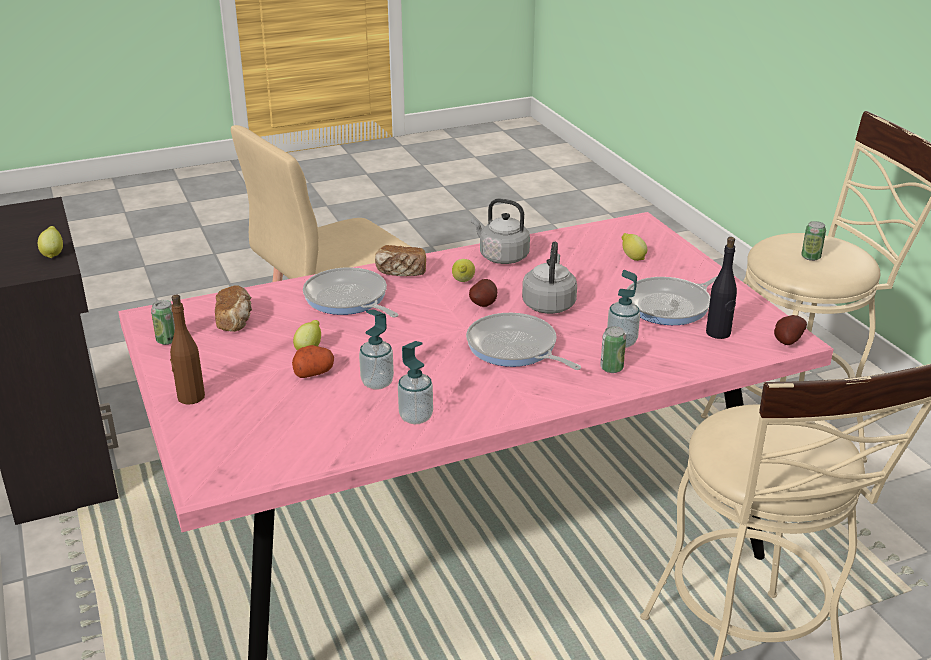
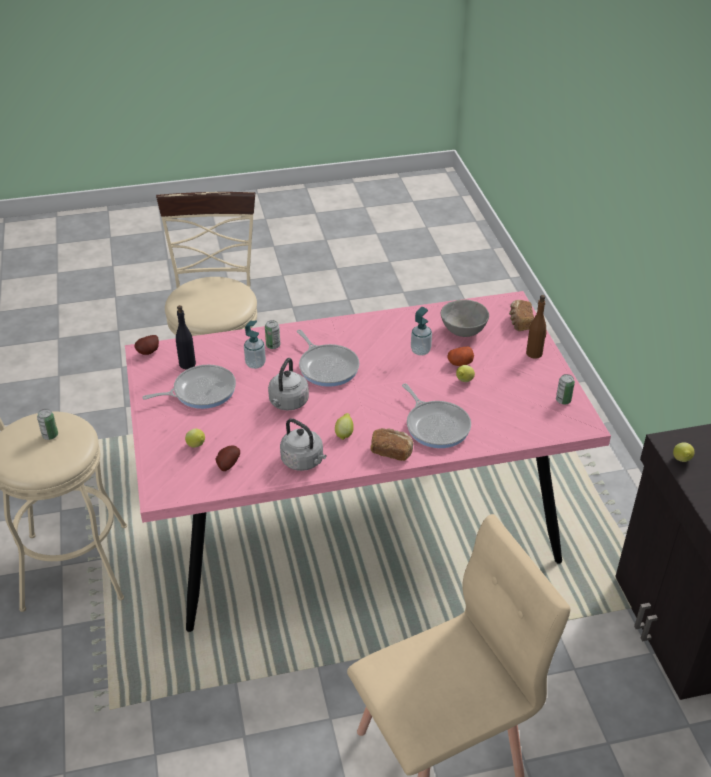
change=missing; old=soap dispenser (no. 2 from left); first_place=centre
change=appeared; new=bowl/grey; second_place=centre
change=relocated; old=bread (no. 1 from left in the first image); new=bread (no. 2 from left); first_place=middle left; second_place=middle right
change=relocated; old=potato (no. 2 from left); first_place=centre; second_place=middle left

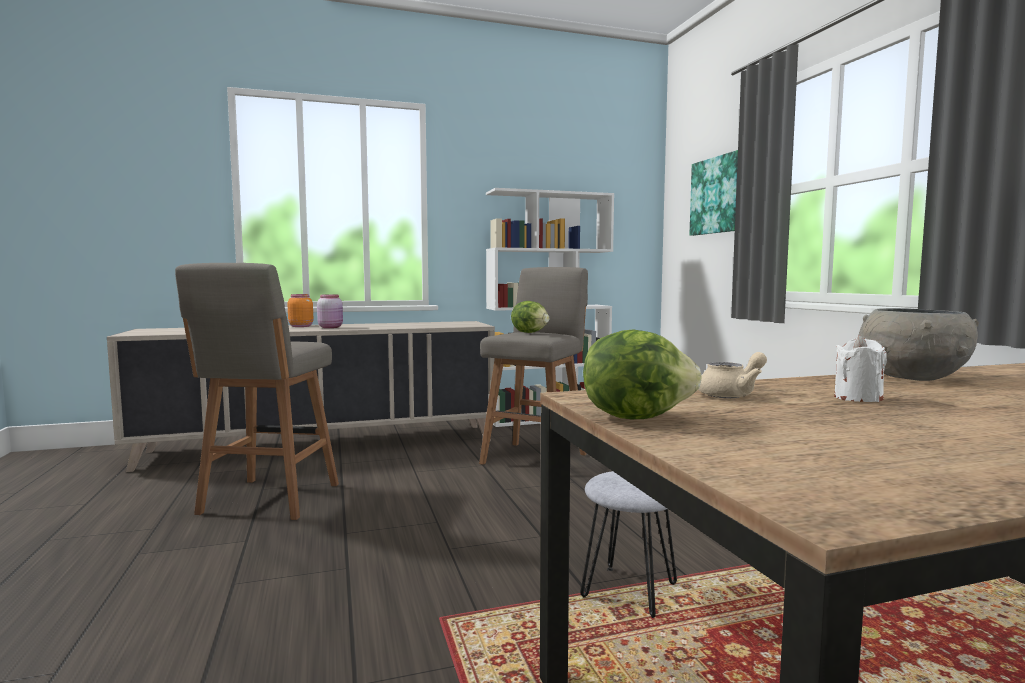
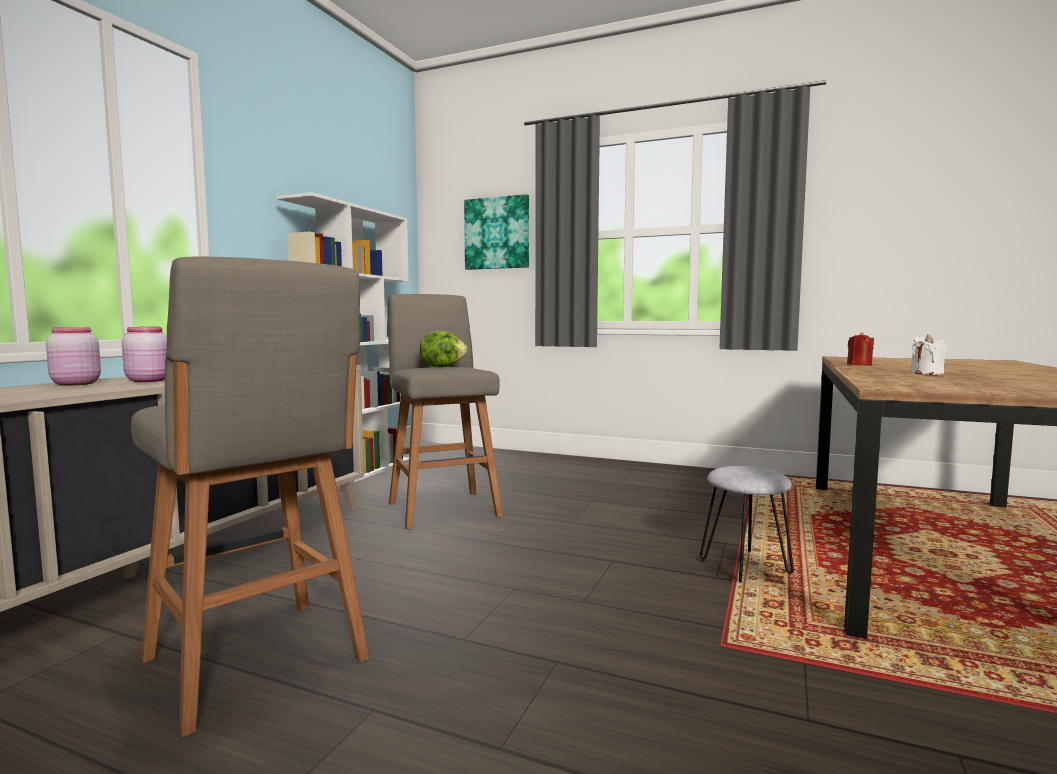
change=missing; old=lettuce (no. 2 from left); first_place=centre
change=missing; old=teapot/beige; first_place=middle right
change=exchanged; old=bowl/grey; new=candle/red; first_place=middle right; second_place=middle right
change=colour; old=jar/orange; new=jar/pink (no. 1 from left); first_place=middle left; second_place=middle left

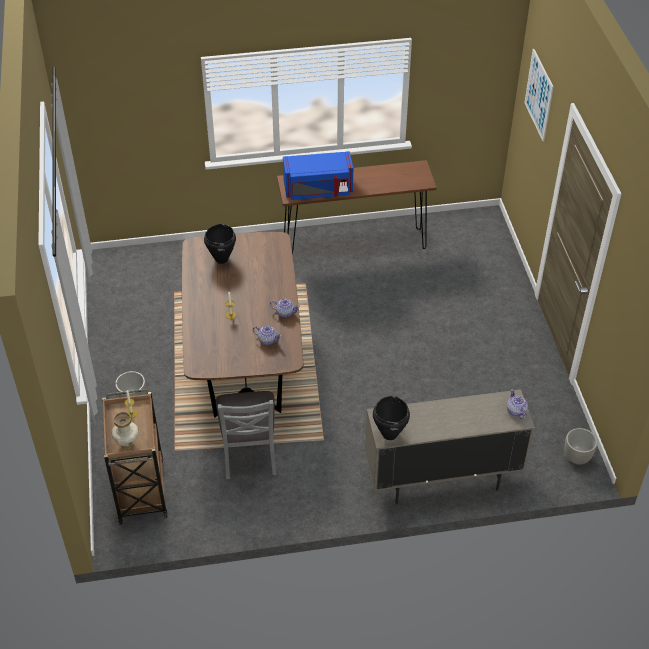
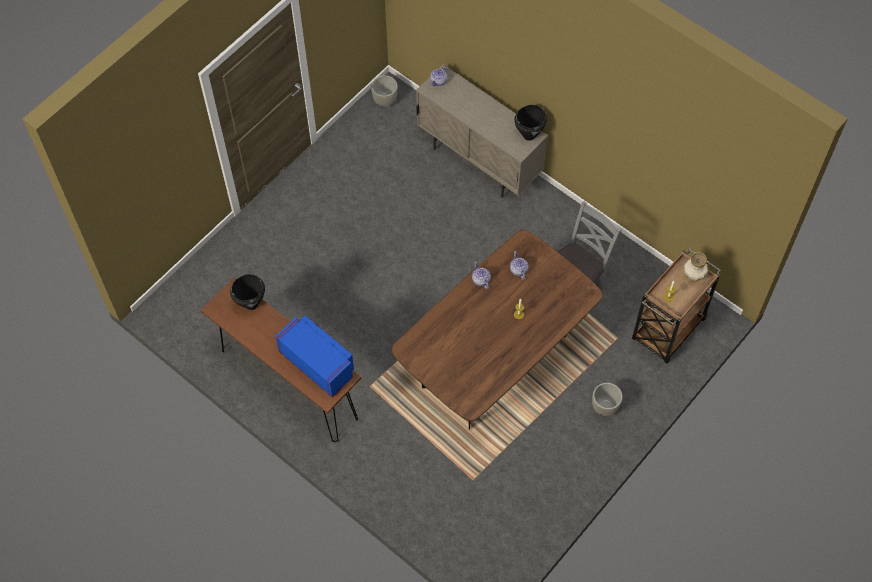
change=missing; old=picture; first_place=top right
change=relocated; old=cooking pot/black (no. 1 from left); first_place=centre; second_place=middle left

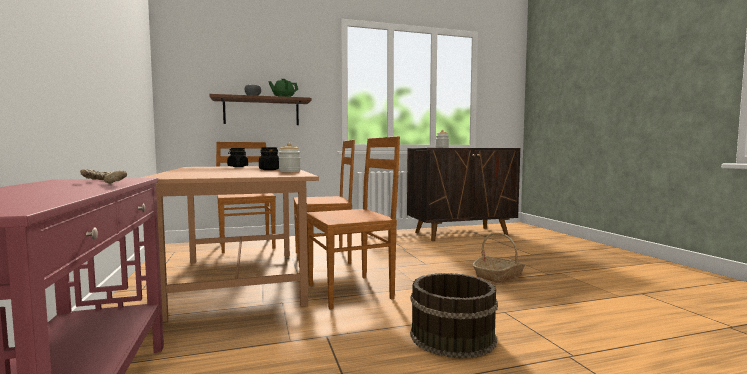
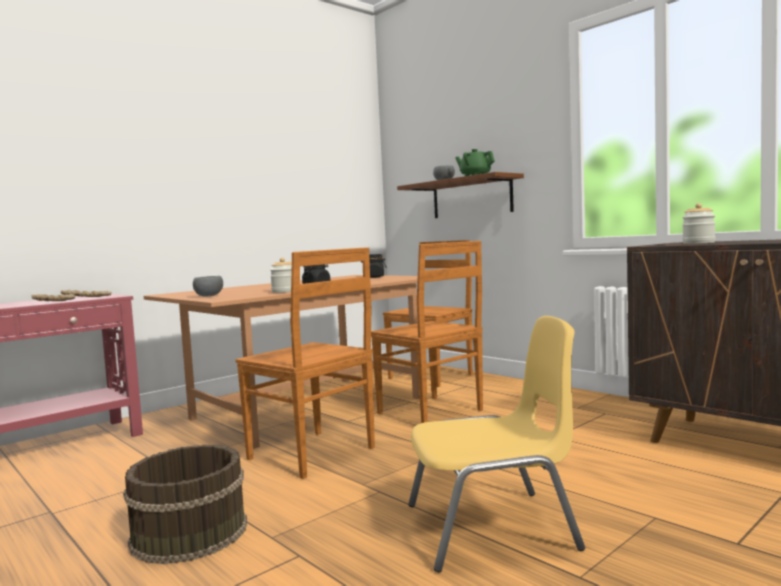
change=appeared; new=bowl/grey (no. 1 from left); second_place=middle left
change=exchanged; old=basket; new=chair/yellow; first_place=bottom right; second_place=bottom centre

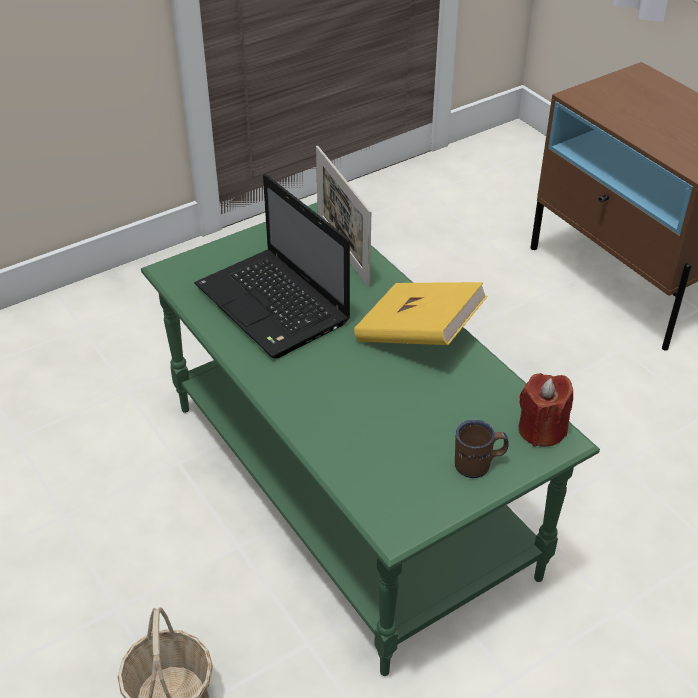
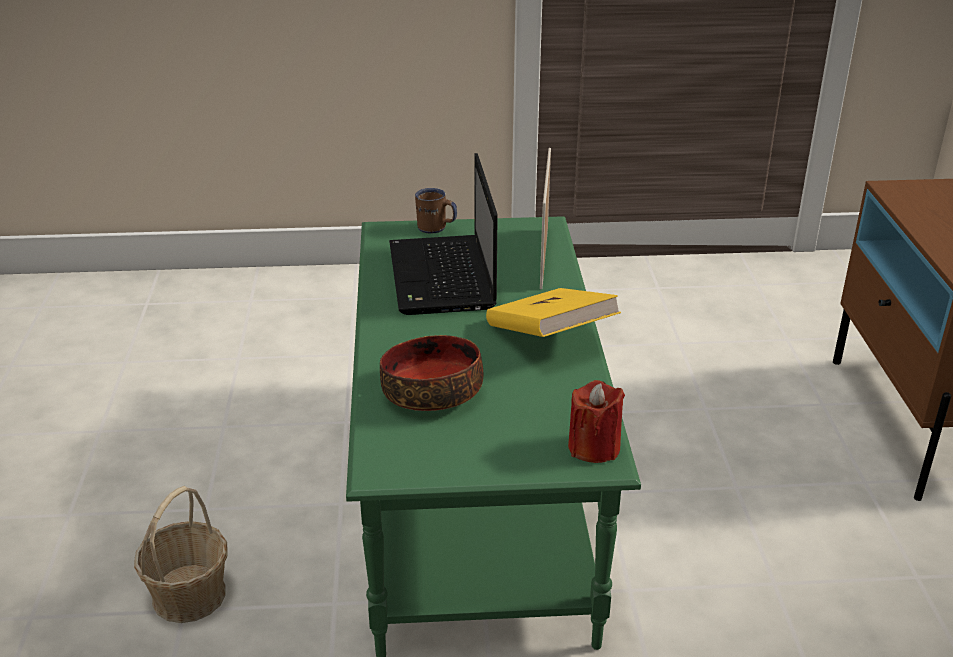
change=appeared; new=bowl; second_place=centre
change=relocated; old=mug/brown; first_place=middle right; second_place=top centre

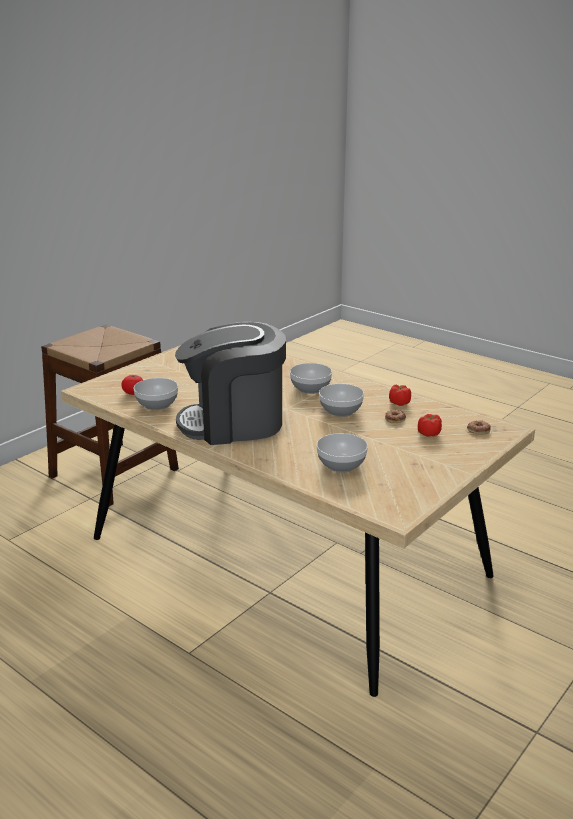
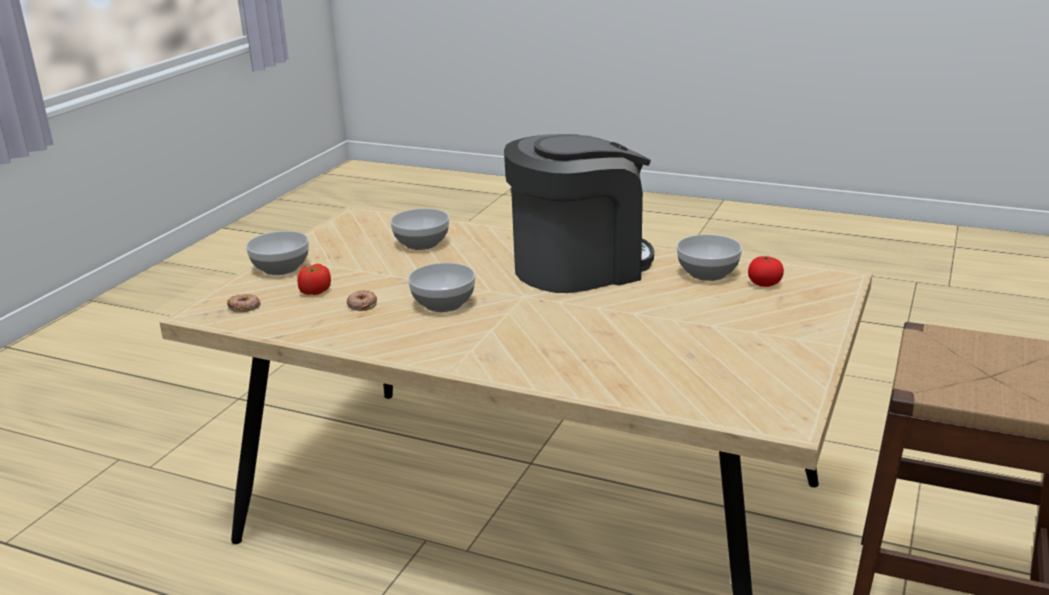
change=missing; old=tomato (no. 2 from left); first_place=middle right
change=relocated; old=bowl (no. 2 from left in the first image); new=bowl (no. 1 from left); first_place=centre; second_place=middle left

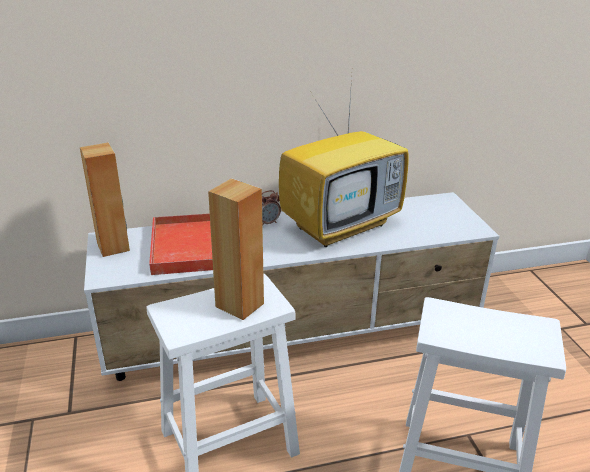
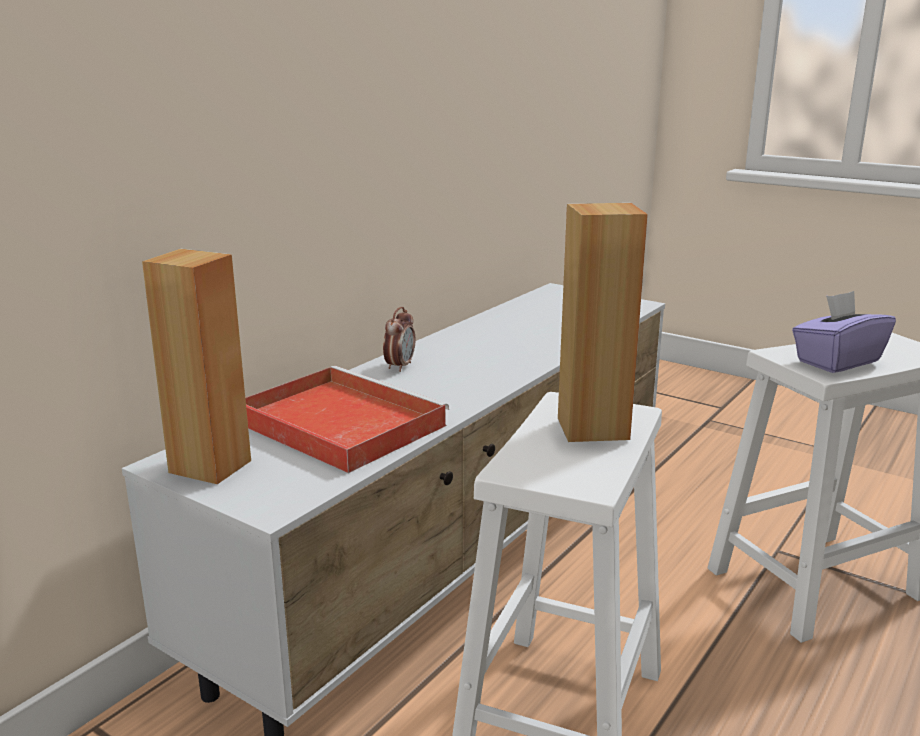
change=missing; old=television; first_place=centre
change=appeared; new=tissue box/purple; second_place=middle right

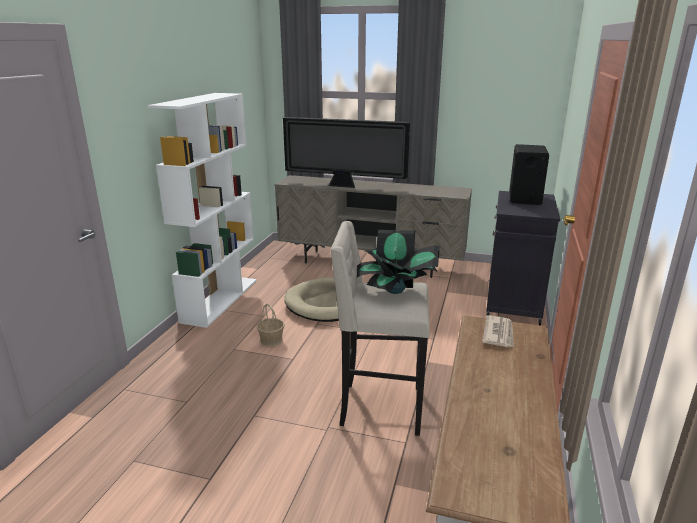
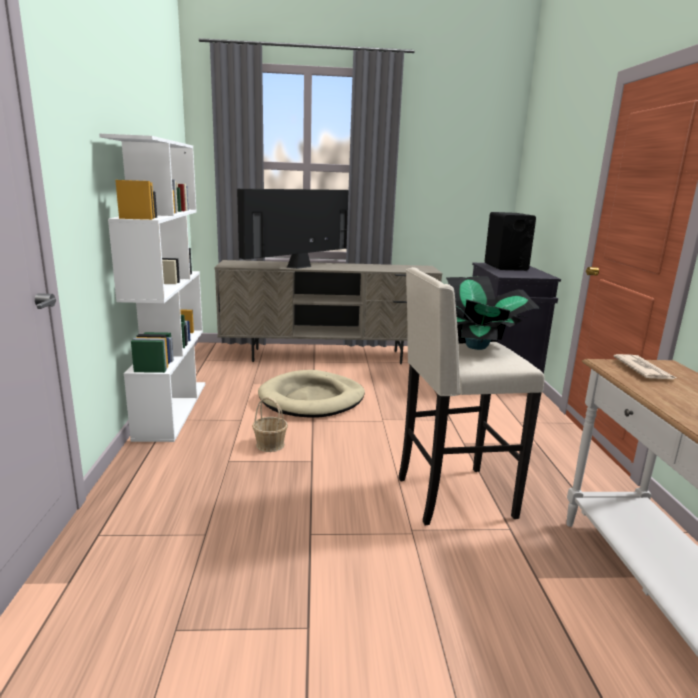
change=spun; old=television; first_place=top centre; second_place=top centre; degrees=135

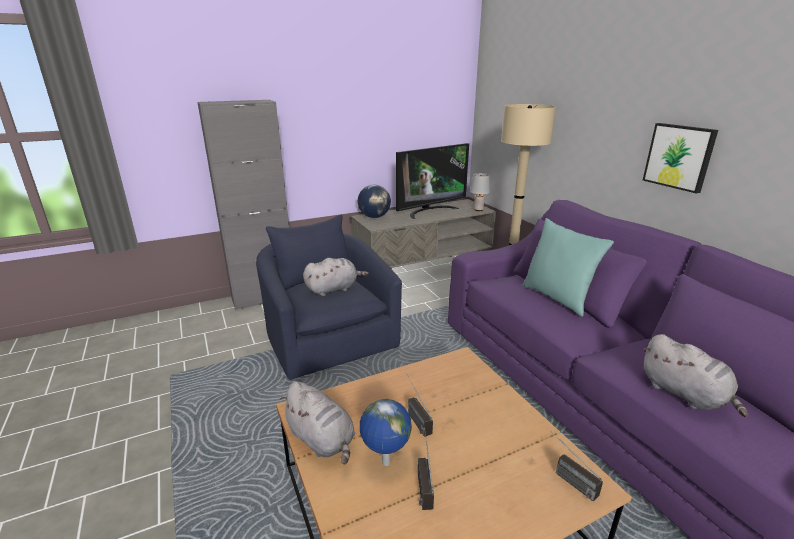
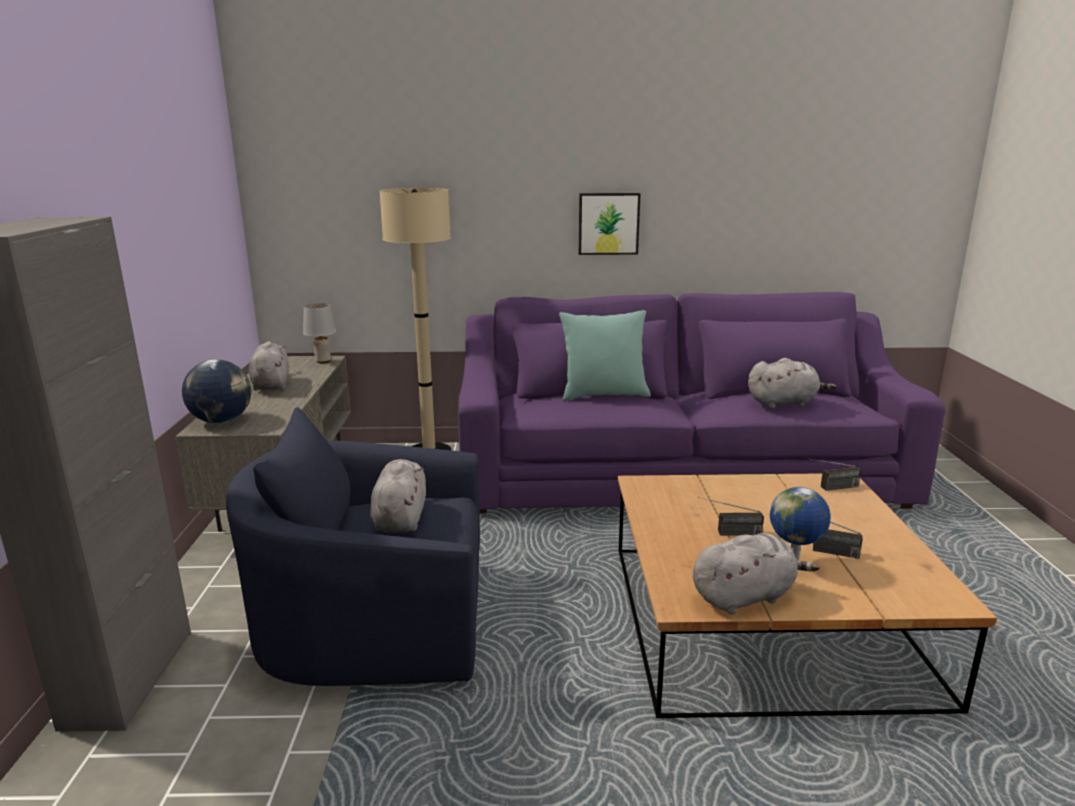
change=exchanged; old=television; new=plush toy/grey (no. 1 from left); first_place=centre; second_place=middle left

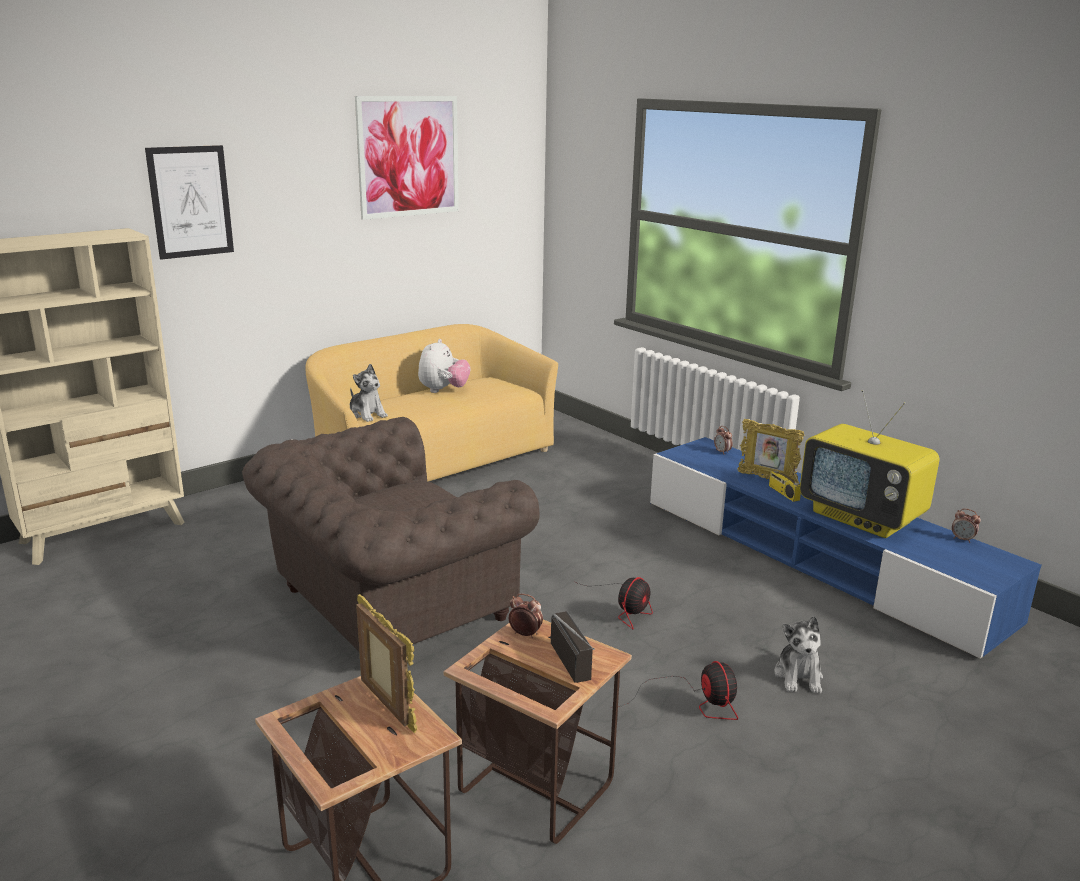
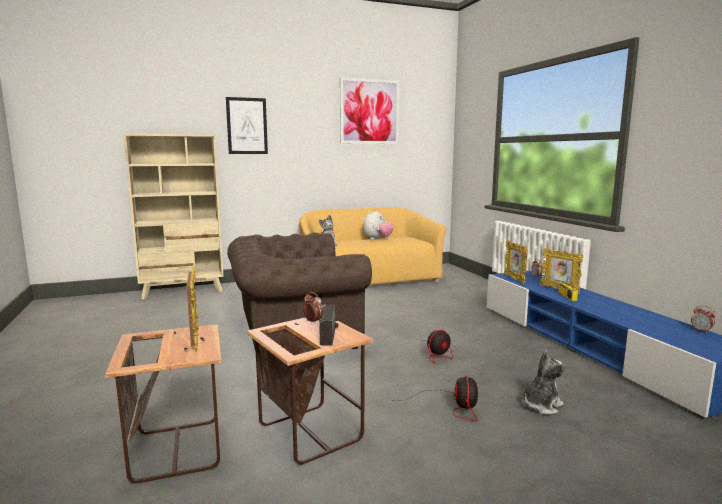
change=missing; old=television; first_place=middle right
change=appeared; new=picture frame (no. 2 from left); second_place=middle right
change=spun; old=plush toy (no. 3 from left); first_place=bottom right; second_place=bottom right; degrees=-150

